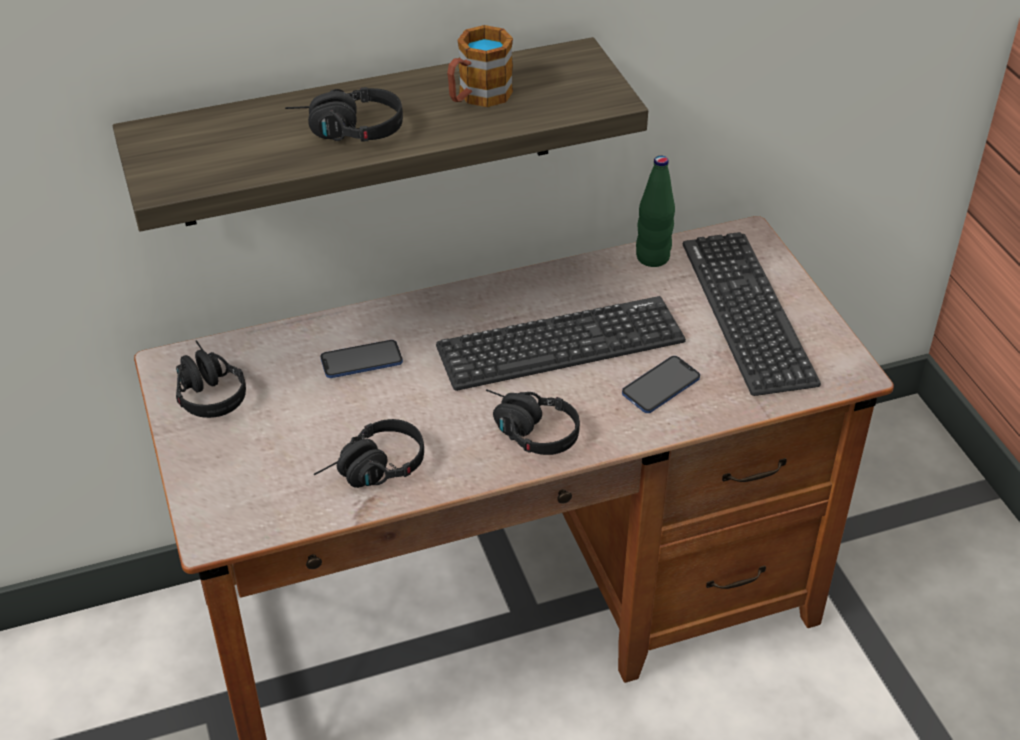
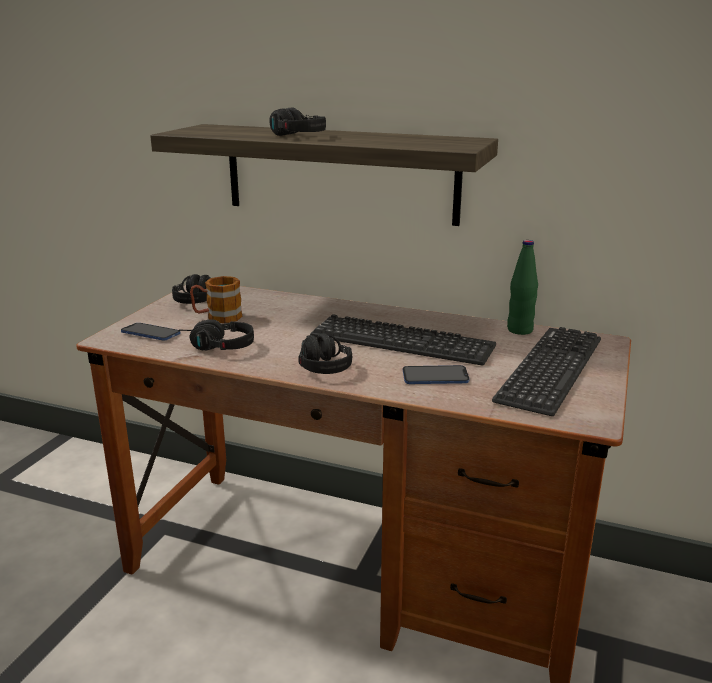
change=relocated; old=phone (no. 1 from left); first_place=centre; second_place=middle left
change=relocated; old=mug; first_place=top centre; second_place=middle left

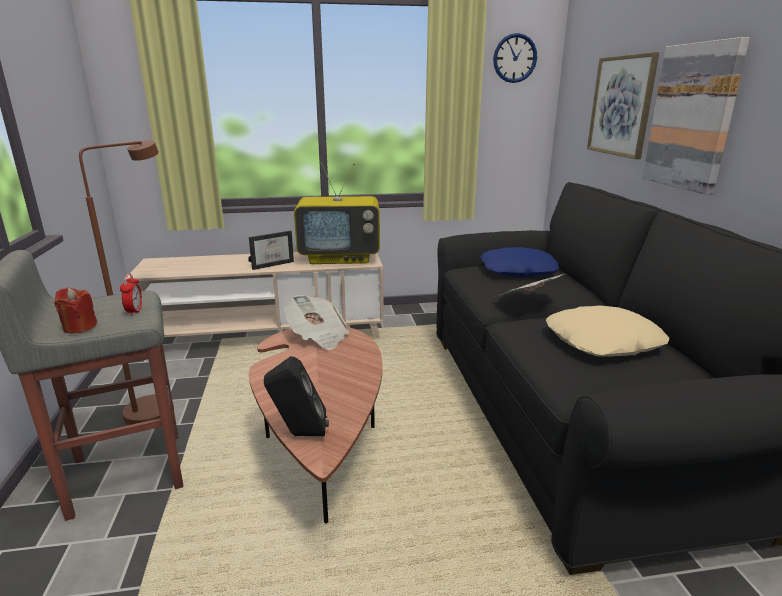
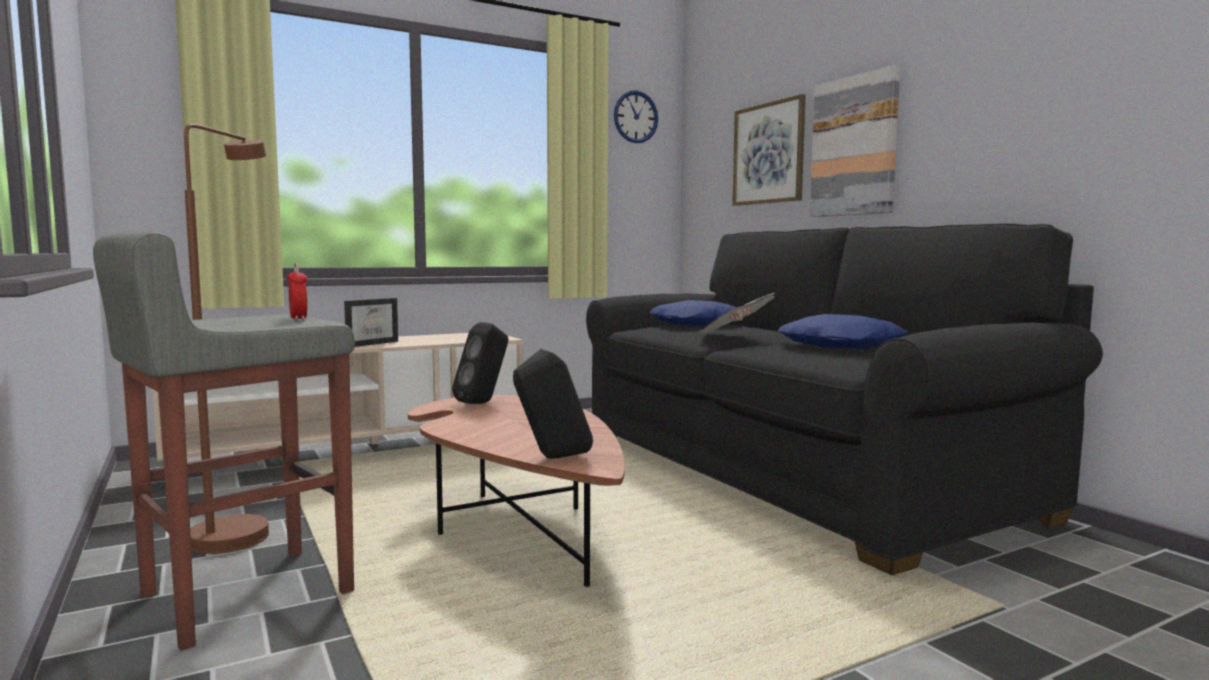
change=missing; old=candle/red; first_place=middle left
change=missing; old=television; first_place=centre
change=exchanged; old=newspaper (no. 1 from left); new=speaker/black (no. 1 from left); first_place=centre; second_place=centre
change=colour; old=pillow/beige; new=pillow/blue (no. 2 from left); first_place=middle right; second_place=middle right

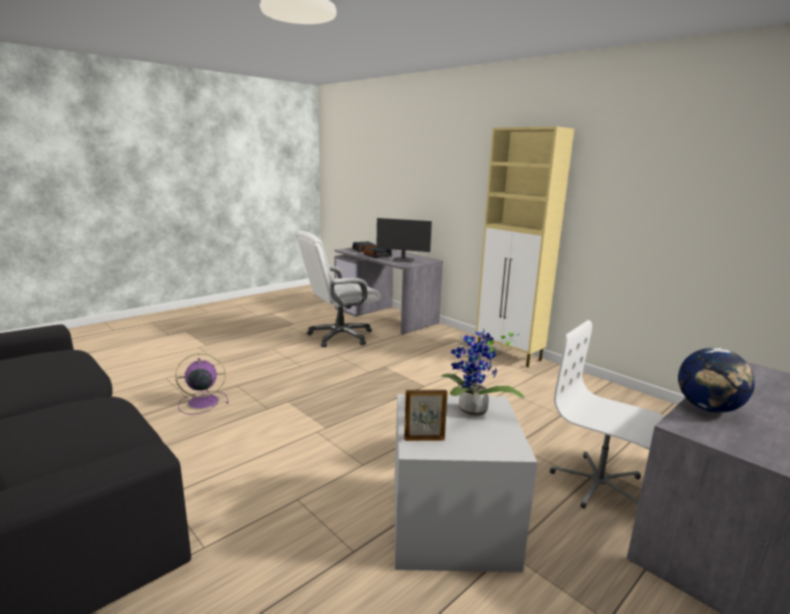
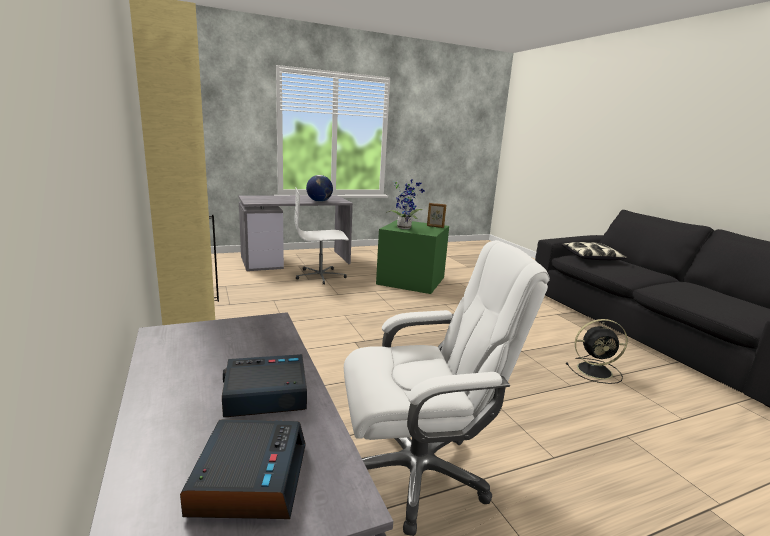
change=missing; old=monitor; first_place=centre
change=appeared; new=pillow; second_place=middle right
change=colour; old=fan/purple; new=fan/black; first_place=middle left; second_place=middle right
change=colour; old=storage box/grey; new=storage box/green; first_place=bottom centre; second_place=centre
change=spun; old=office chair/white (no. 2 from left in the first image); first_place=bottom right; second_place=centre; degrees=105

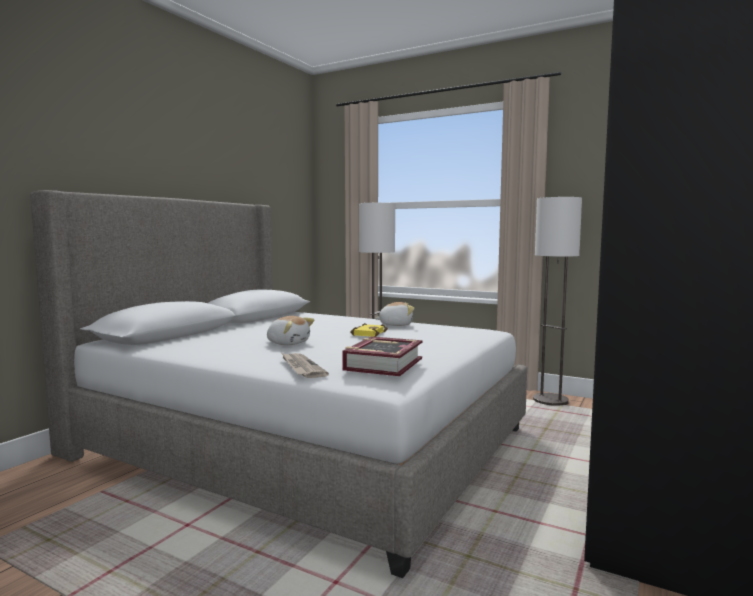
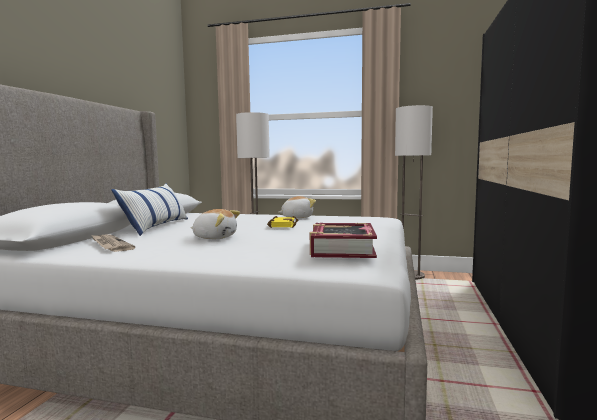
change=appeared; new=pillow; second_place=middle left
change=relocated; old=newspaper; first_place=centre; second_place=middle left

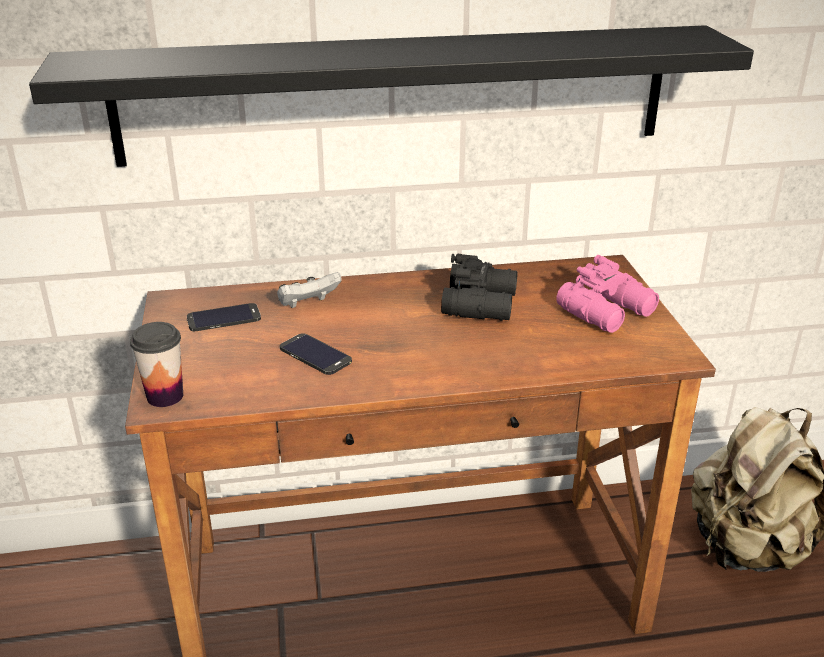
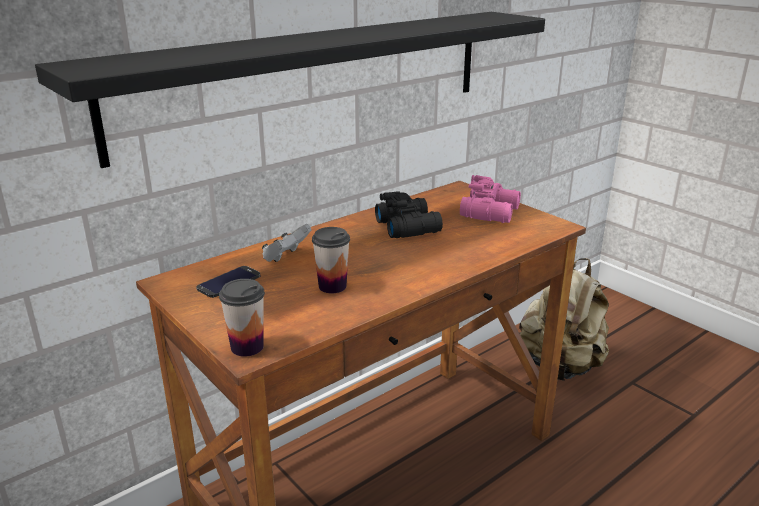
change=exchanged; old=phone (no. 2 from left); new=cup (no. 2 from left); first_place=centre; second_place=centre

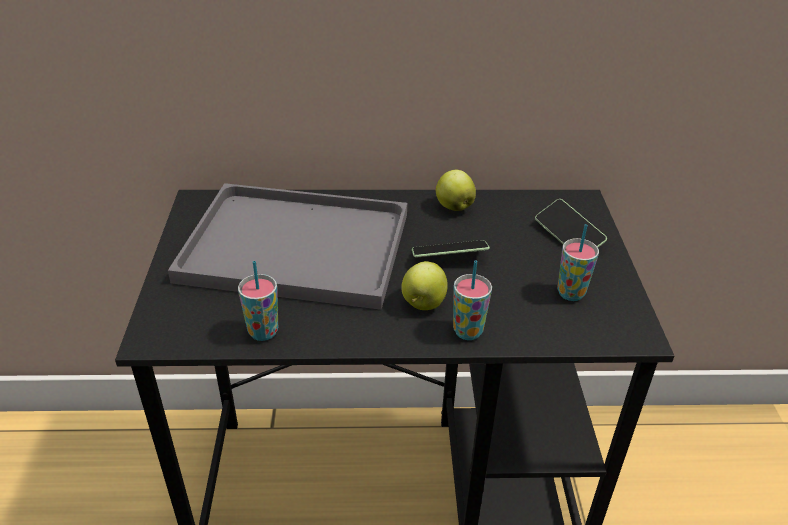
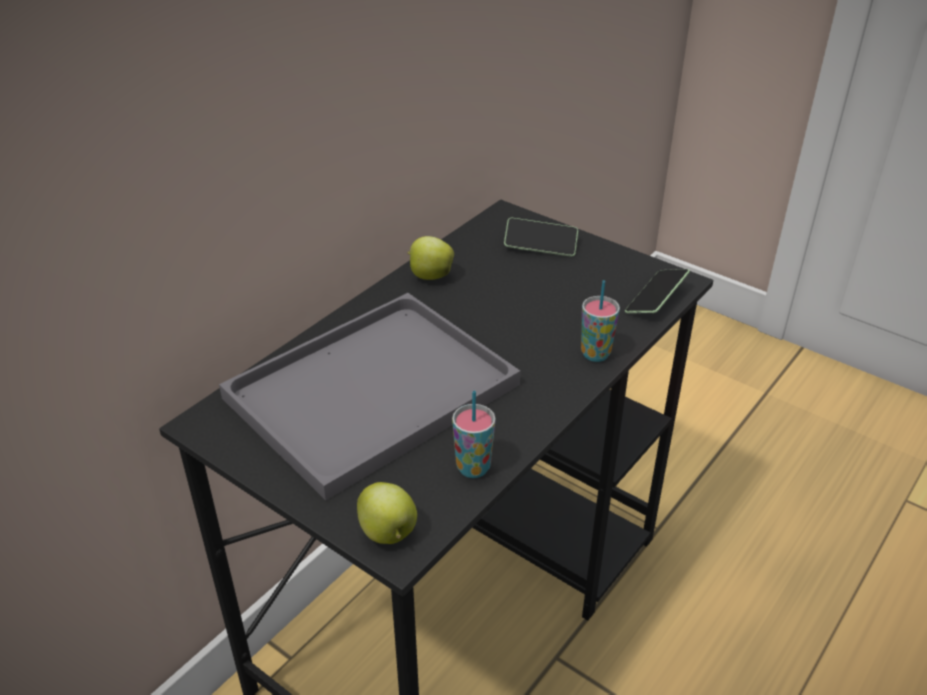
change=missing; old=cup (no. 3 from left); first_place=middle right
change=relocated; old=apple (no. 1 from left); first_place=centre; second_place=bottom centre
change=relocated; old=phone (no. 1 from left in the first image); new=phone (no. 2 from left); first_place=centre; second_place=middle right

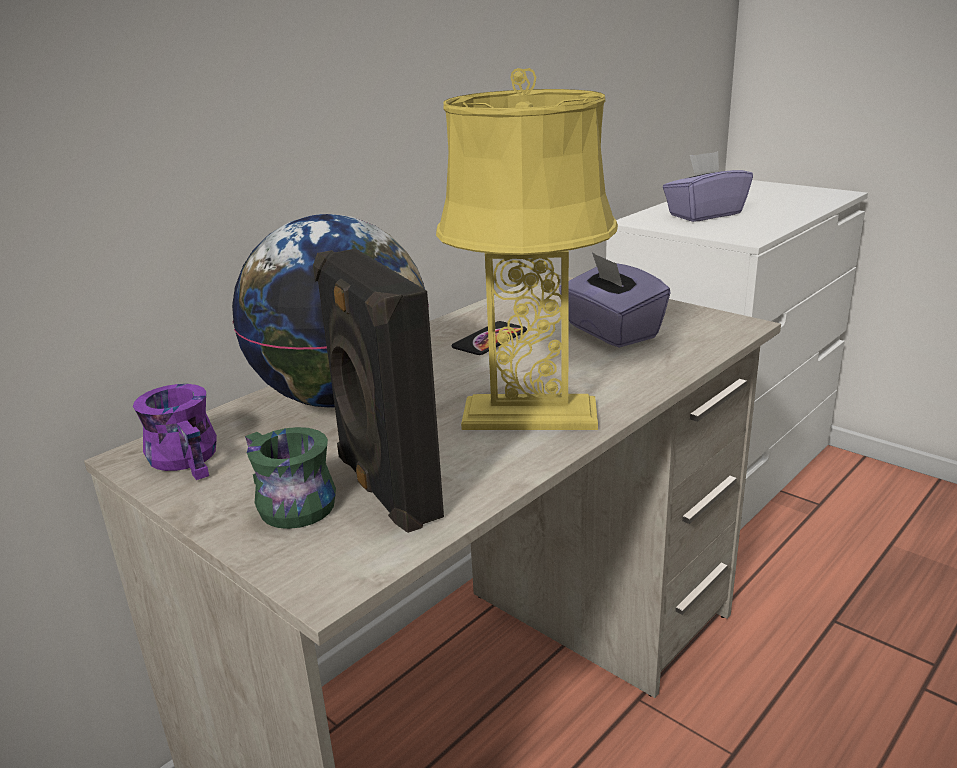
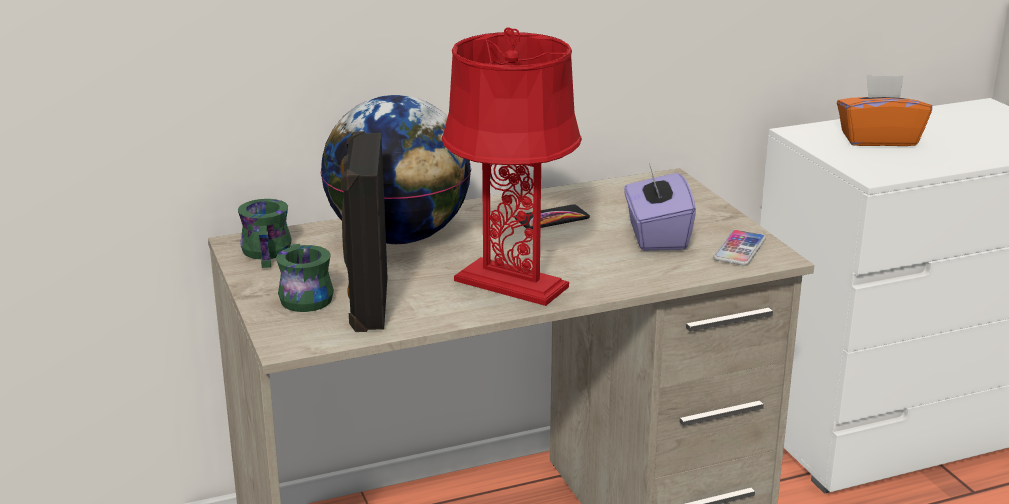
change=appeared; new=phone (no. 2 from left); second_place=middle right
change=colour; old=mug/purple; new=mug/green (no. 1 from left); first_place=middle left; second_place=middle left
change=colour; old=table lamp/yellow; new=table lamp/red; first_place=top centre; second_place=top centre
change=colour; old=tissue box/purple (no. 2 from left); new=tissue box/orange; first_place=top right; second_place=top right

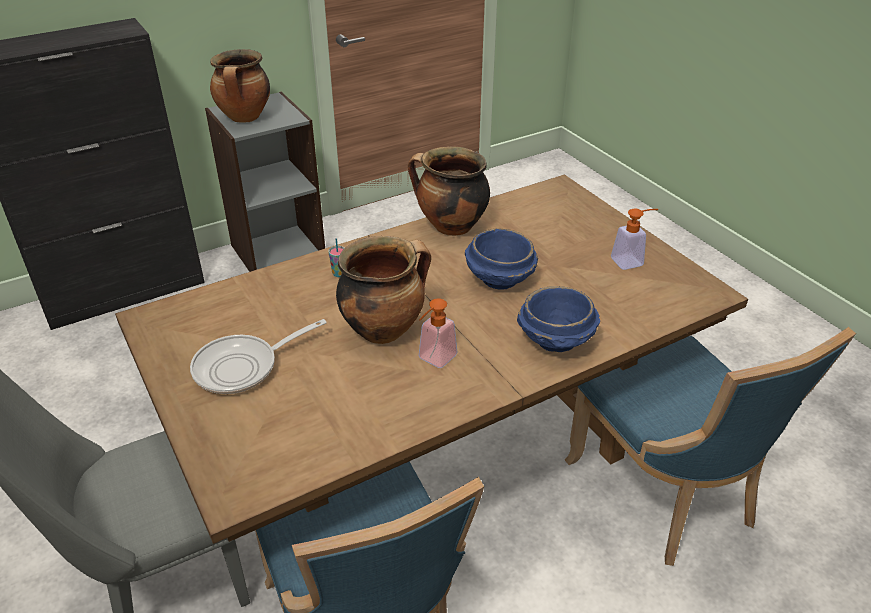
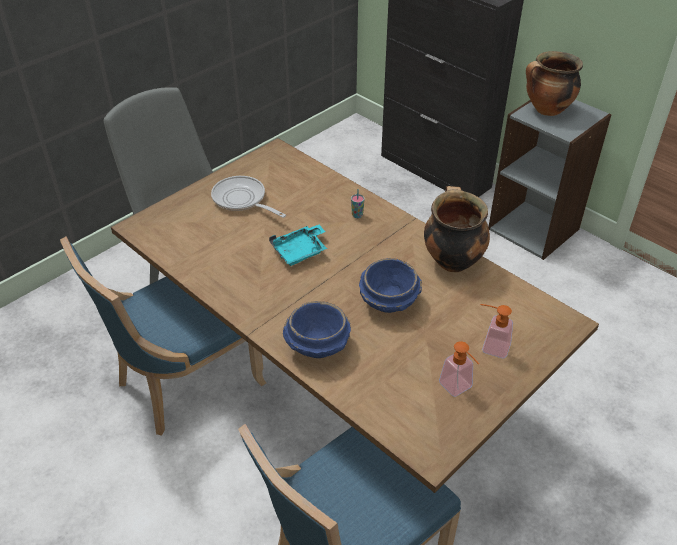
change=relocated; old=soap dispenser (no. 1 from left in the first image); new=soap dispenser (no. 2 from left); first_place=centre; second_place=middle right
change=exchanged; old=cooking pot (no. 2 from left); new=tray/turquoise; first_place=centre; second_place=centre

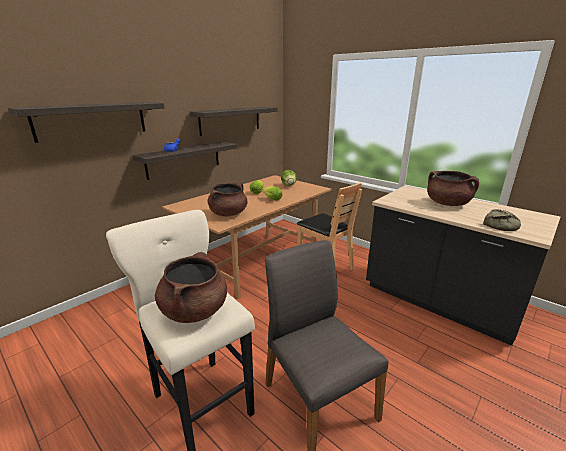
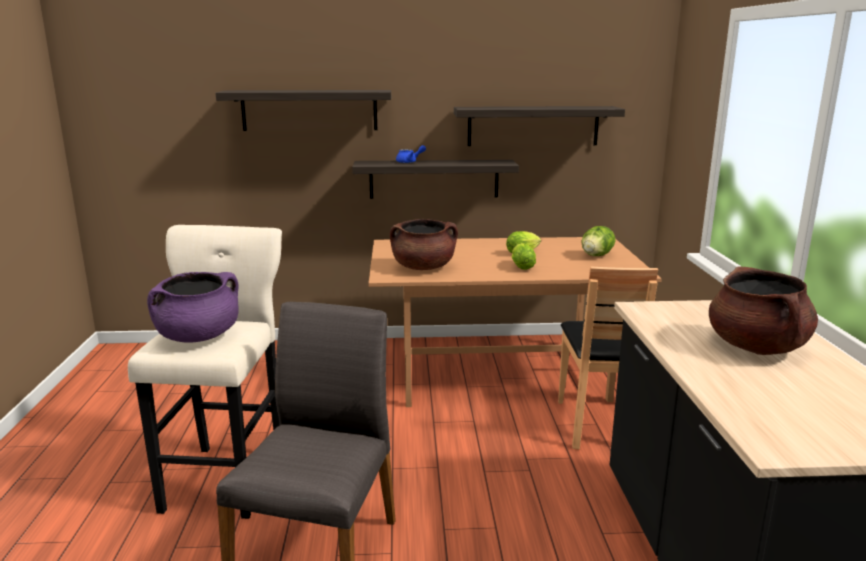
change=missing; old=bread; first_place=middle right
change=colour; old=cooking pot/brown (no. 1 from left); new=cooking pot/purple; first_place=centre; second_place=middle left

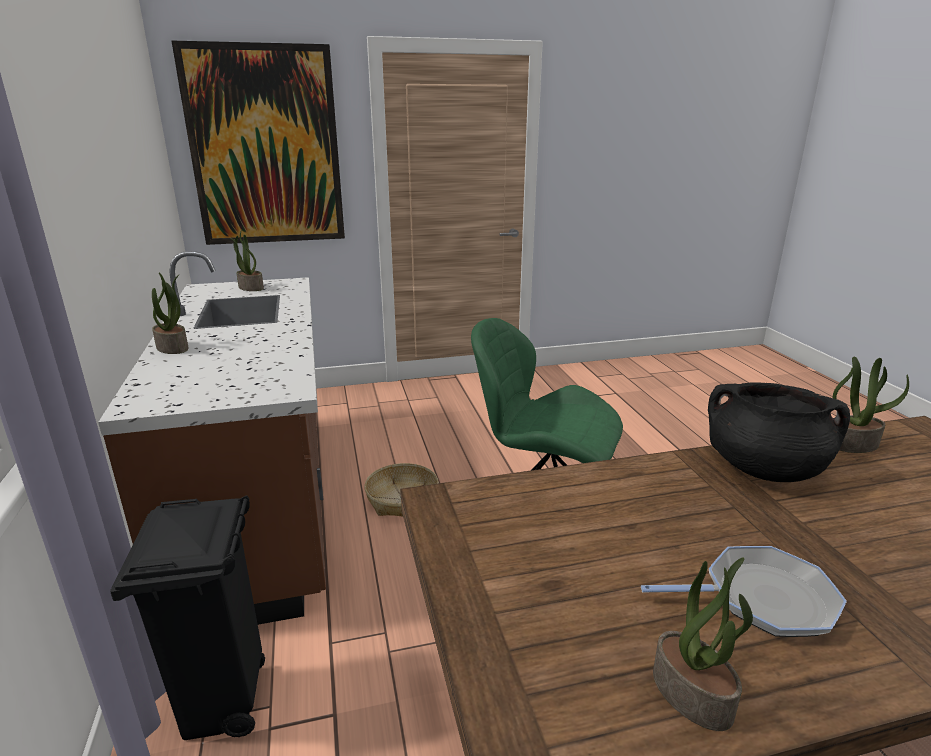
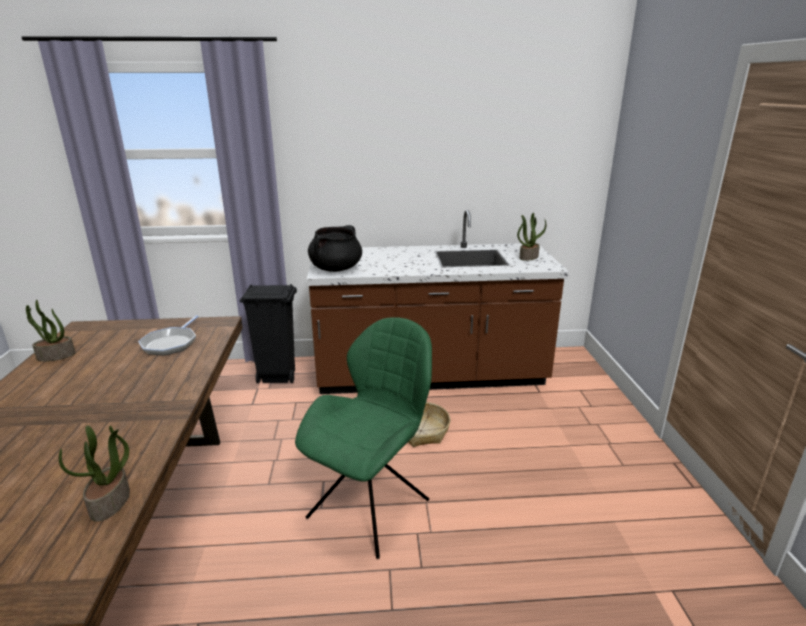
change=missing; old=potted plant (no. 1 from left); first_place=middle left
change=missing; old=picture; first_place=top left
change=relocated; old=frying pan; first_place=bottom right; second_place=middle left
change=relocated; old=cooking pot/black; first_place=middle right; second_place=centre

